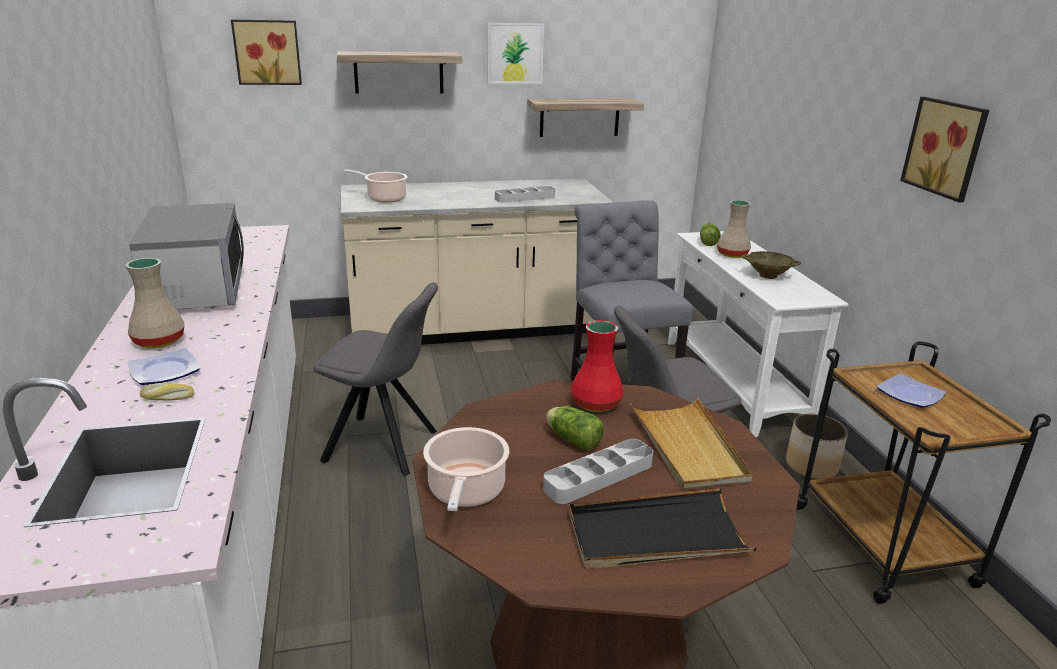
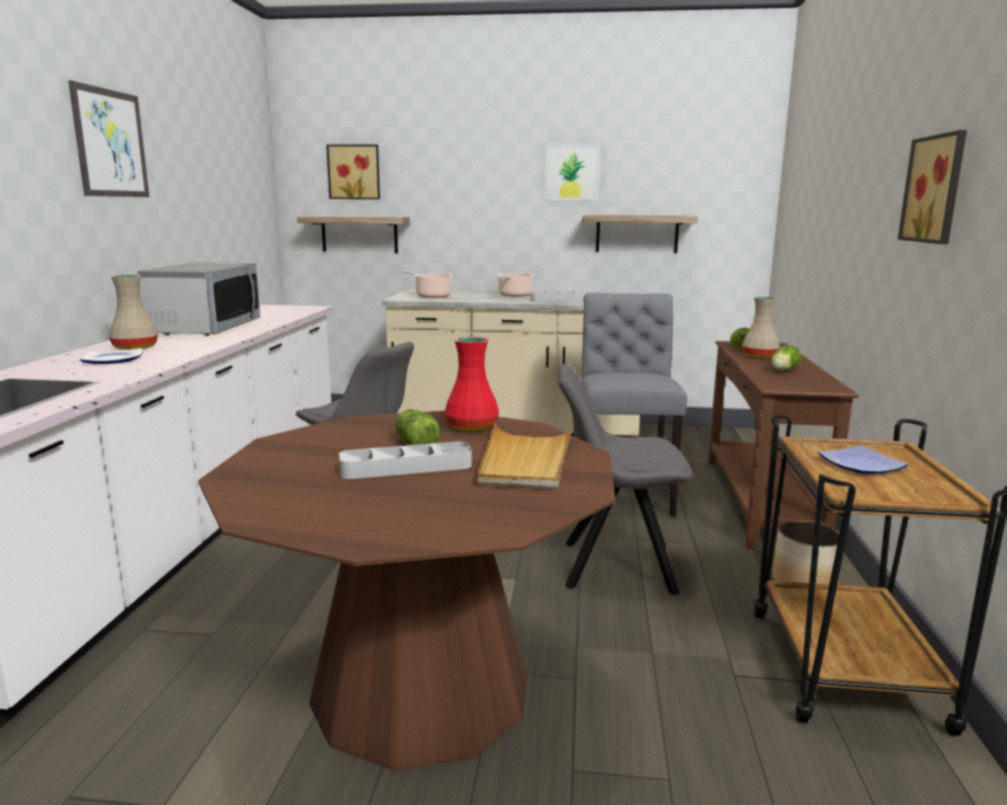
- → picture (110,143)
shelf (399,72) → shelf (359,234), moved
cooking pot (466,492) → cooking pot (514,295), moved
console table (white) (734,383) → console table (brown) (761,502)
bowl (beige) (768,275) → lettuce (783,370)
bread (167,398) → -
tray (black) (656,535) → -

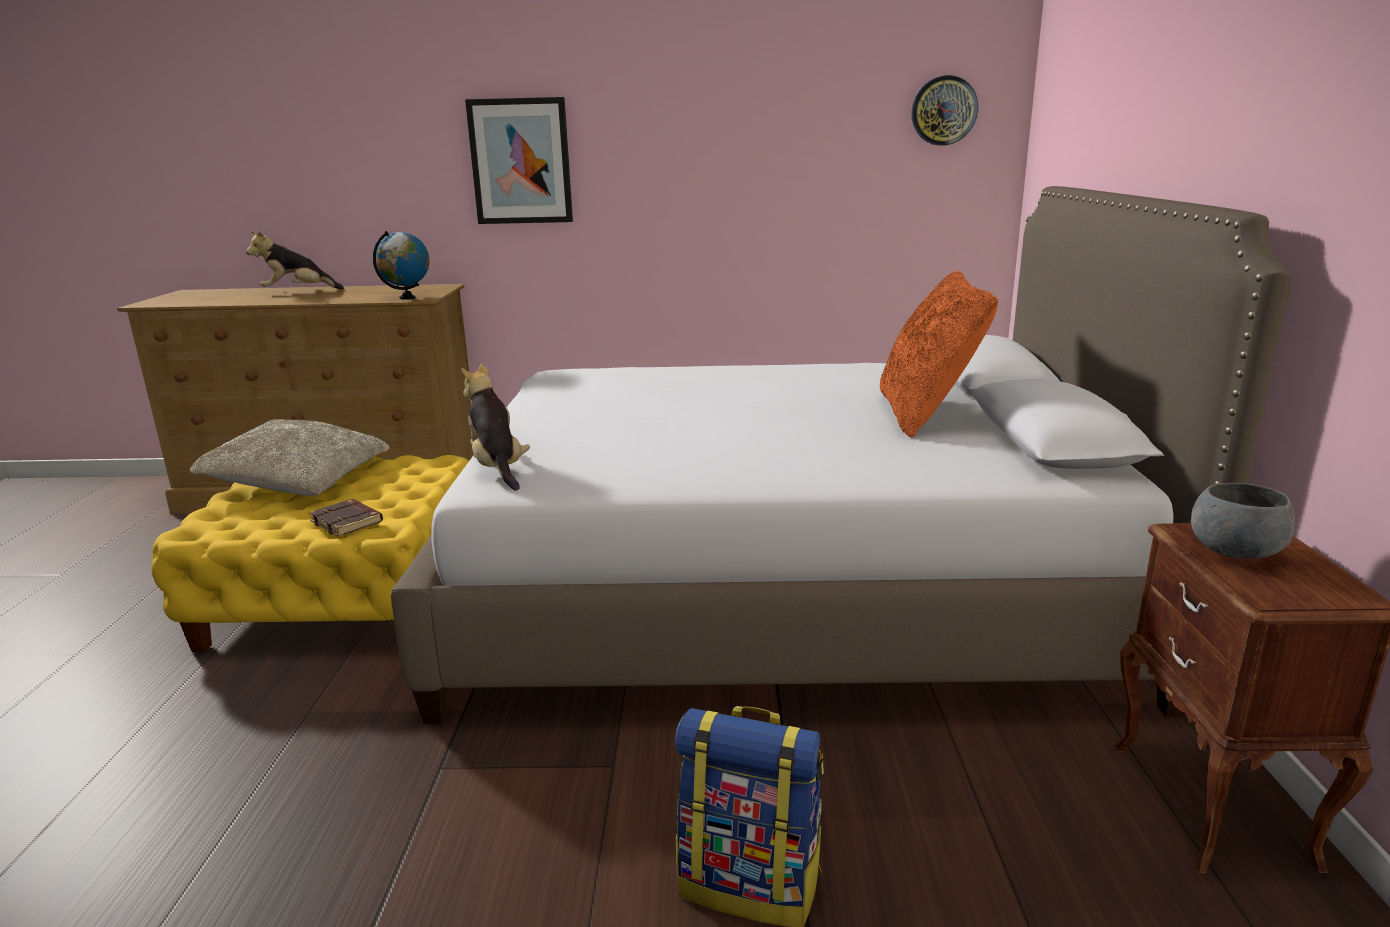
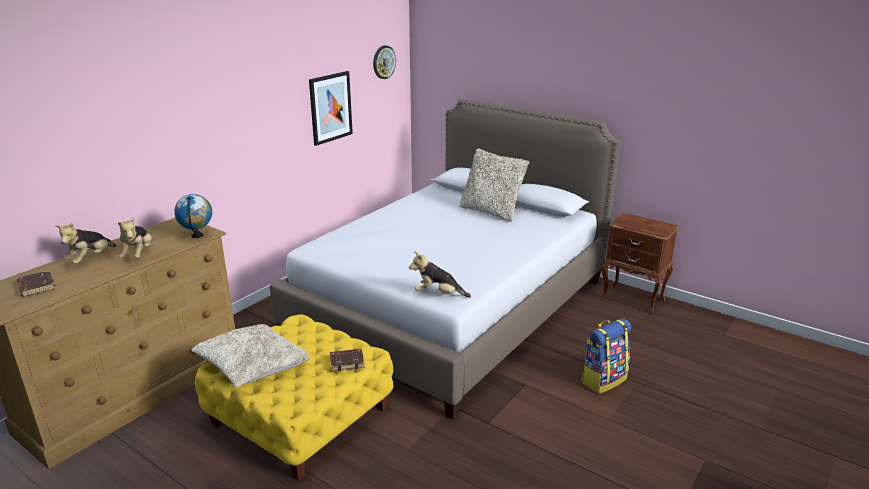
- → book (brown) (36,286)
- → plush toy (138,254)
picture (520,161) → picture (330,107), moved
pillow (orange) (927,414) → pillow (beige) (492,210)
bowl (grey) (1234,551) → -

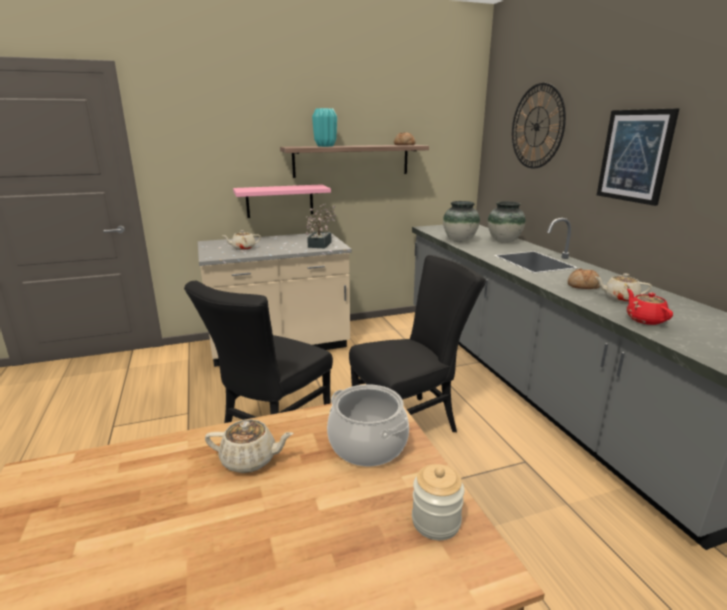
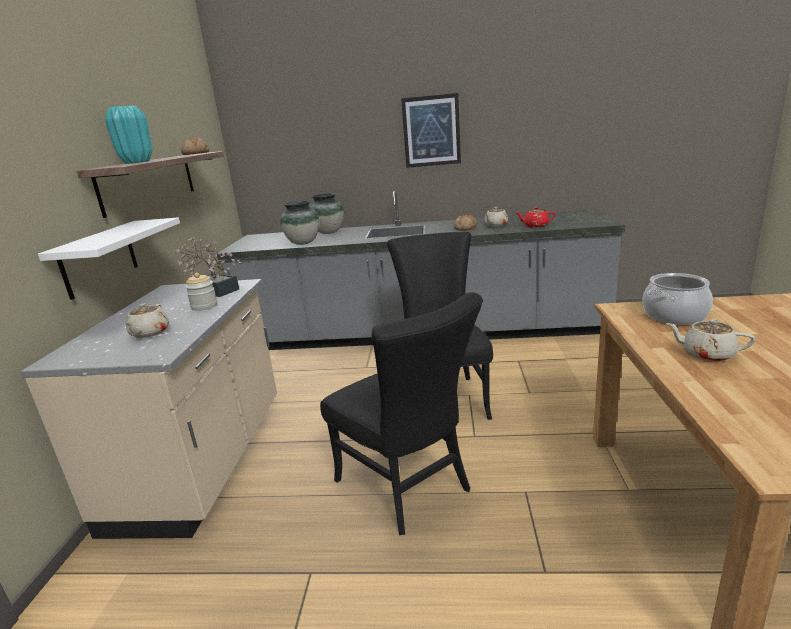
shelf (pink) (280,201) → shelf (white) (99,258)
jar (436,521) → jar (204,306), moved
teapot (beige) (250,460) → teapot (beige) (706,354), 90 degrees counterclockwise
wall clock (537,126) → -

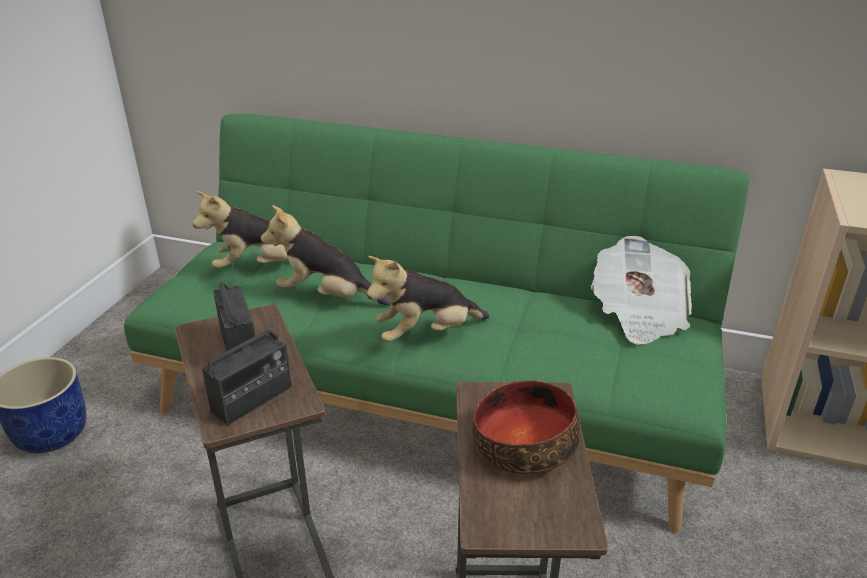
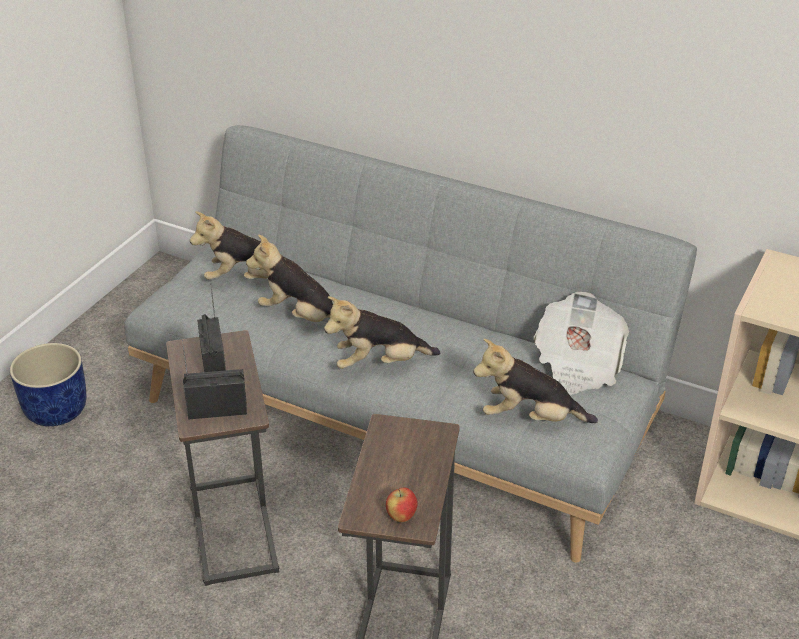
sofa (green) (433,389) → sofa (grey) (399,409)
radio (252,399) → radio (217,409), 150 degrees counterclockwise
- → apple (401,517)
- → plush toy (530,418)
bowl (524,443) → -

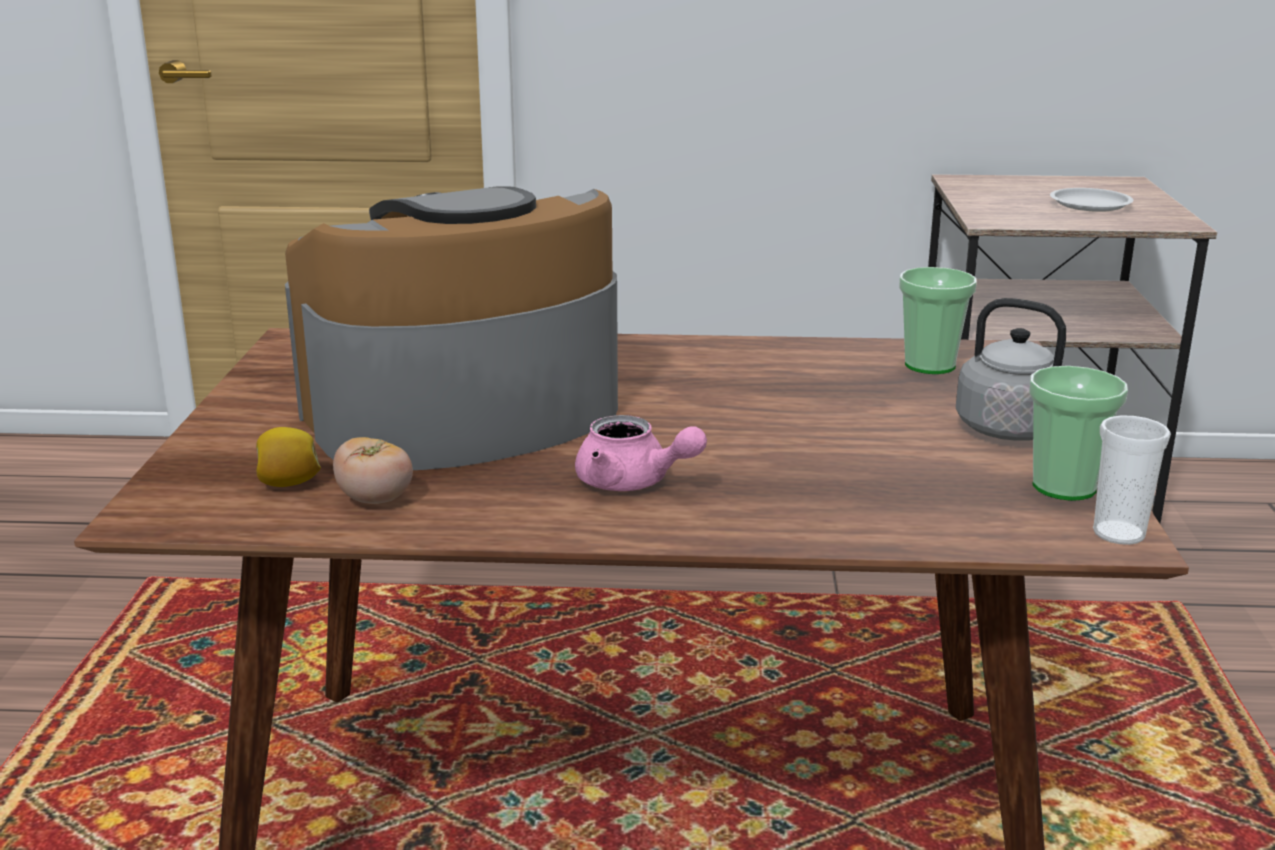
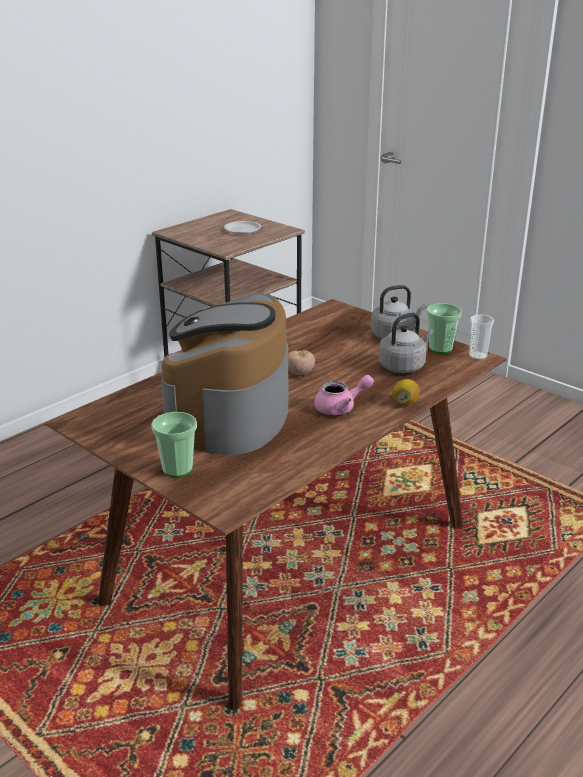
cup (930,365) → cup (177,469), moved
tomato (375,500) → tomato (299,373), moved
- → kettle (grey) (403,366)
lemon (288,483) → lemon (405,403), moved

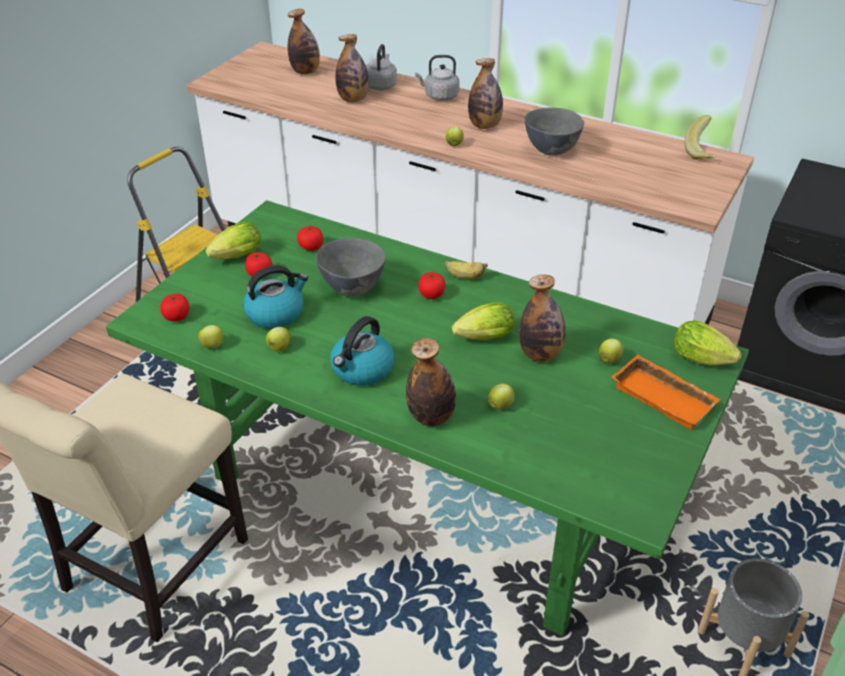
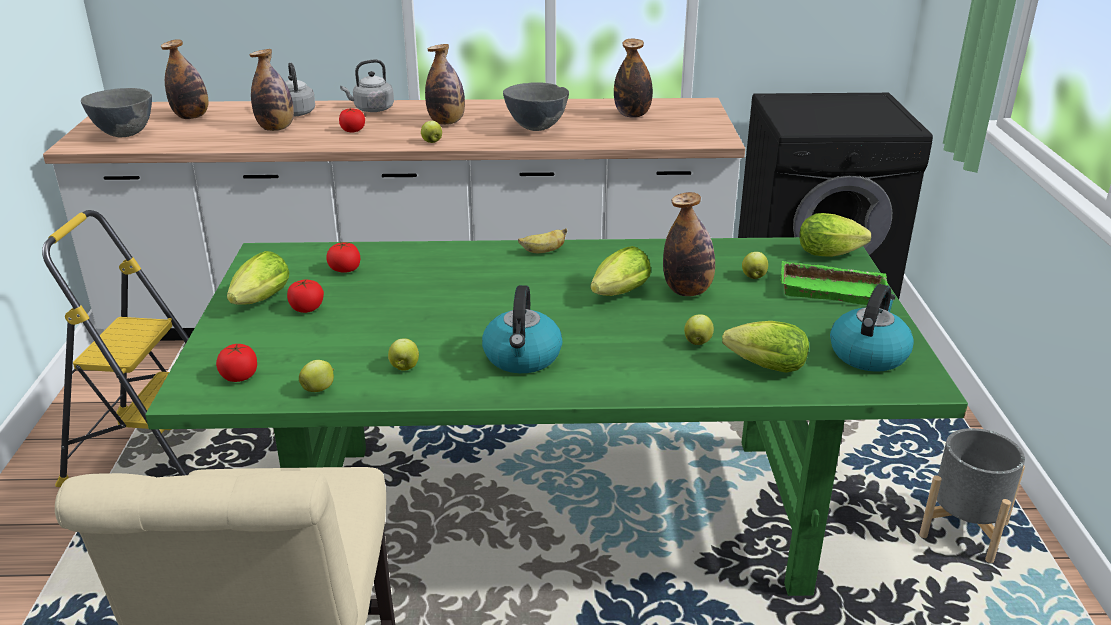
bowl (grey) (353,289) → bowl (grey) (125,134), moved
tomato (431,295) → tomato (353,130), moved
bottle (431,417) → bottle (632,115), moved
- → lettuce (761,366)
tray (orange) (665,397) → tray (green) (833,289)
kettle (276,313) → kettle (868,353), moved
banana (702,151) → -

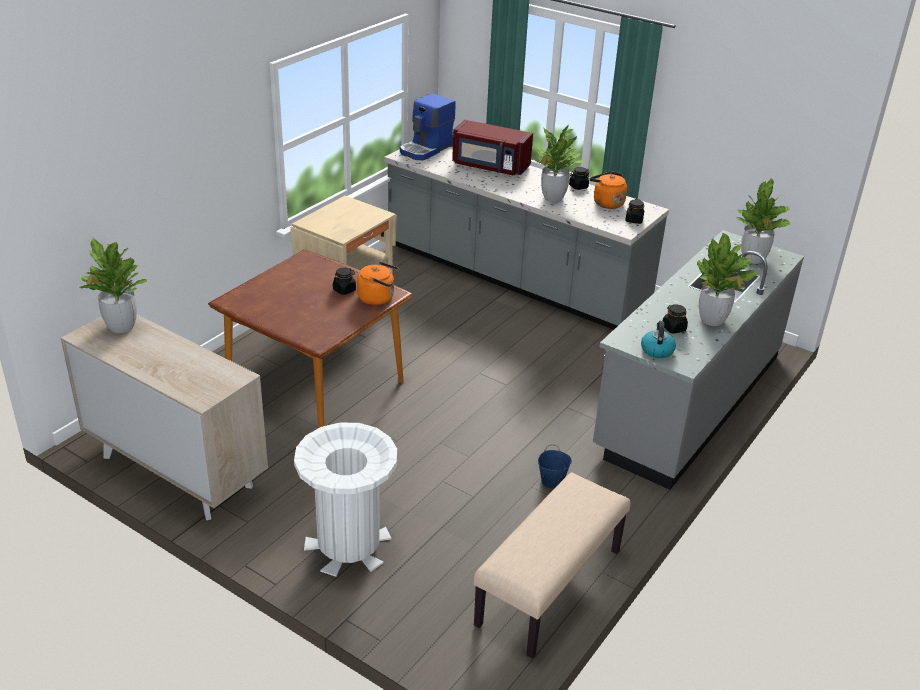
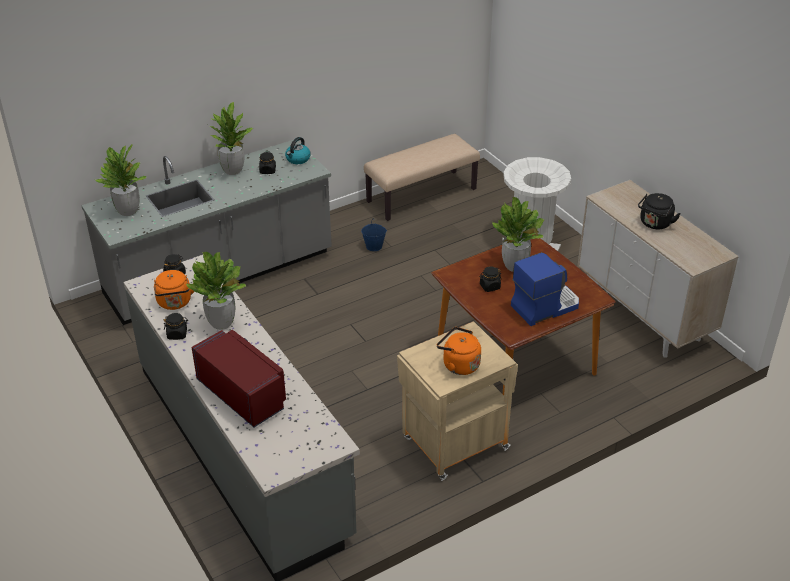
kettle (orange) (378,298) → kettle (orange) (458,364), moved
potted plant (121,327) → potted plant (515,266), moved
coffee machine (427,149) → coffee machine (544,306), moved
- → kettle (black) (655,224)

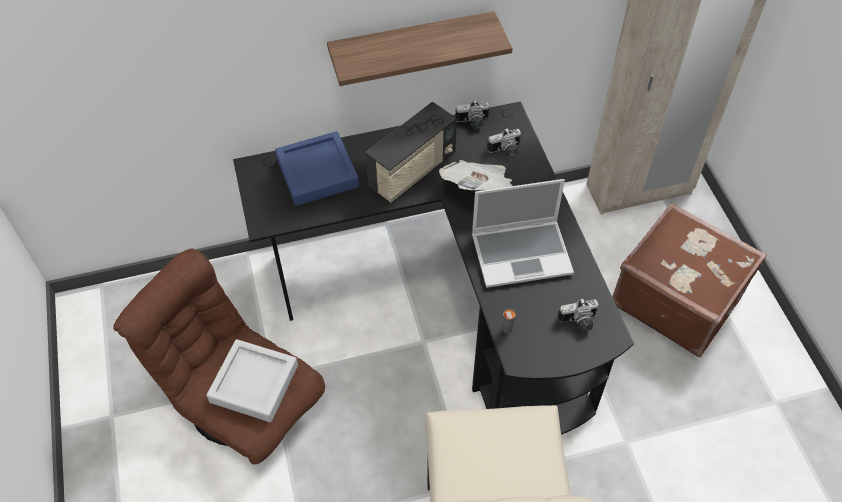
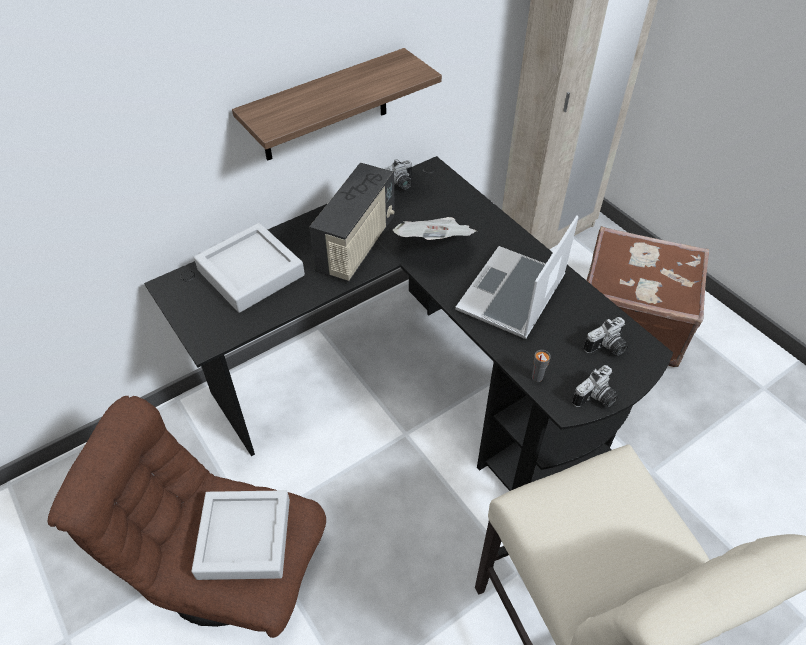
tray (blue) (317,173) → tray (grey) (251,273)
laptop (522,253) → laptop (512,295), 150 degrees clockwise
photo camera (506,151) → photo camera (596,399), moved

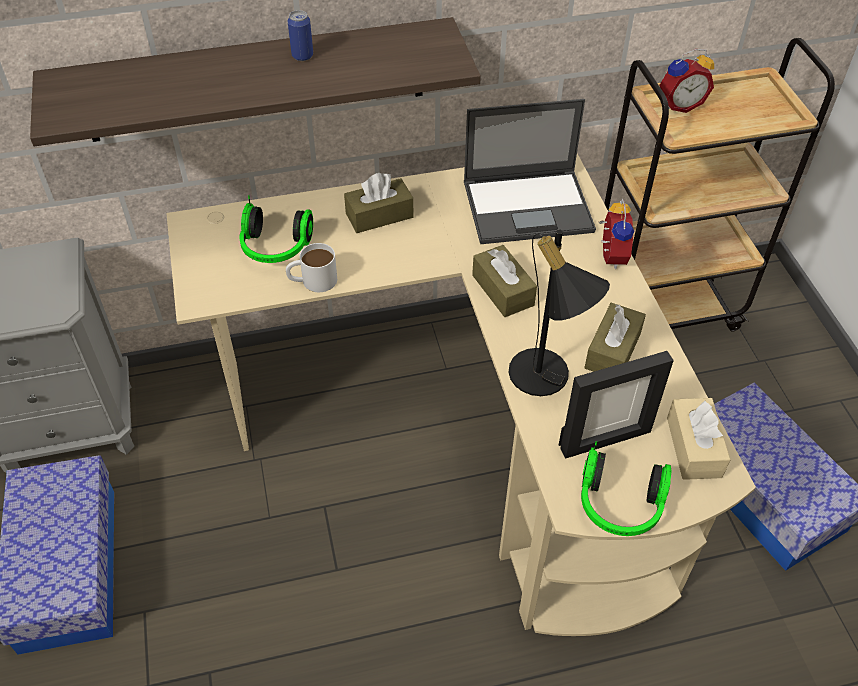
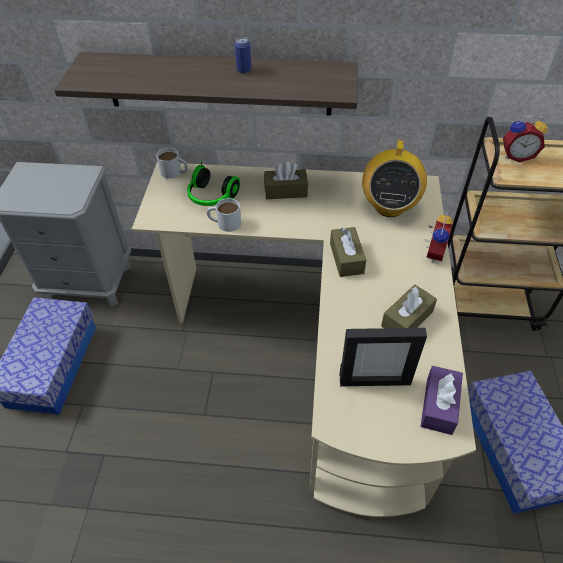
- → mug (white) (175,172)
laptop (529,206) → radio (389,206)
tissue box (beige) (693,447) → tissue box (purple) (439,405)
table lamp (black) (546,380) → -
headphones (619,506) → -

